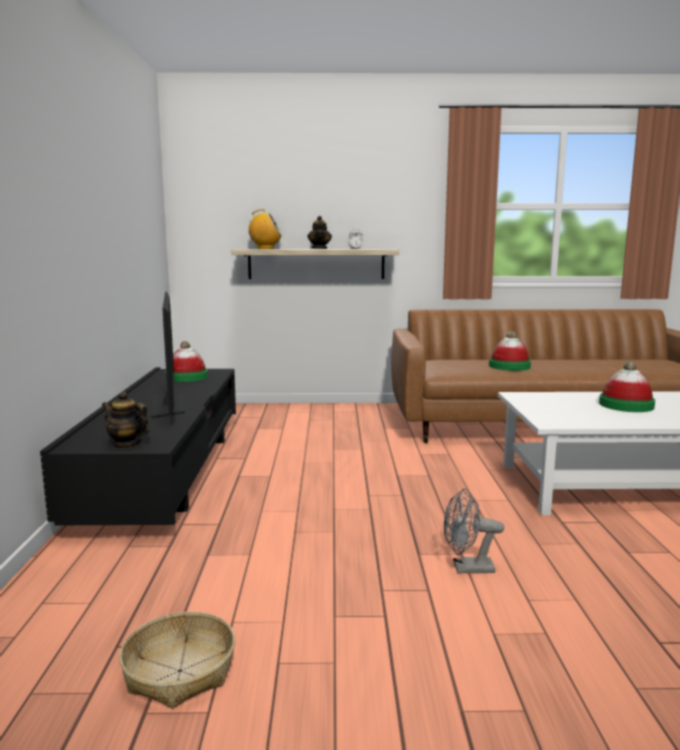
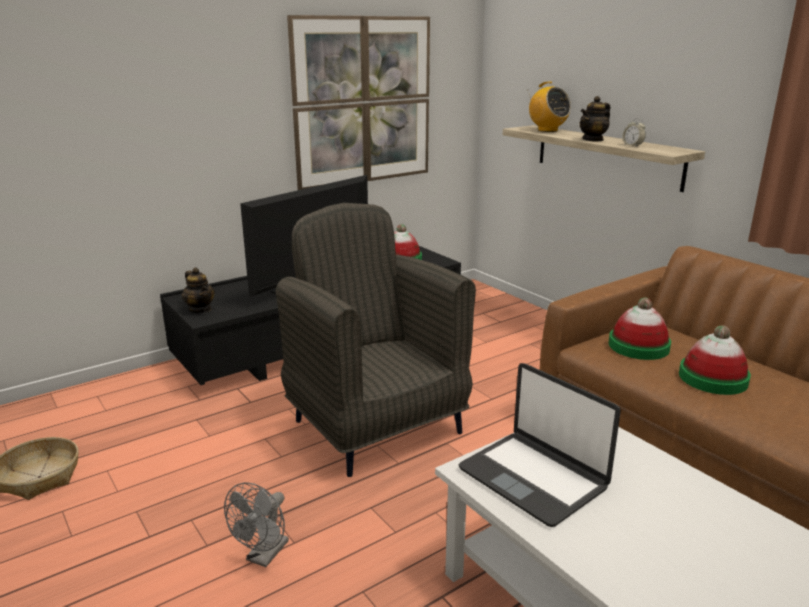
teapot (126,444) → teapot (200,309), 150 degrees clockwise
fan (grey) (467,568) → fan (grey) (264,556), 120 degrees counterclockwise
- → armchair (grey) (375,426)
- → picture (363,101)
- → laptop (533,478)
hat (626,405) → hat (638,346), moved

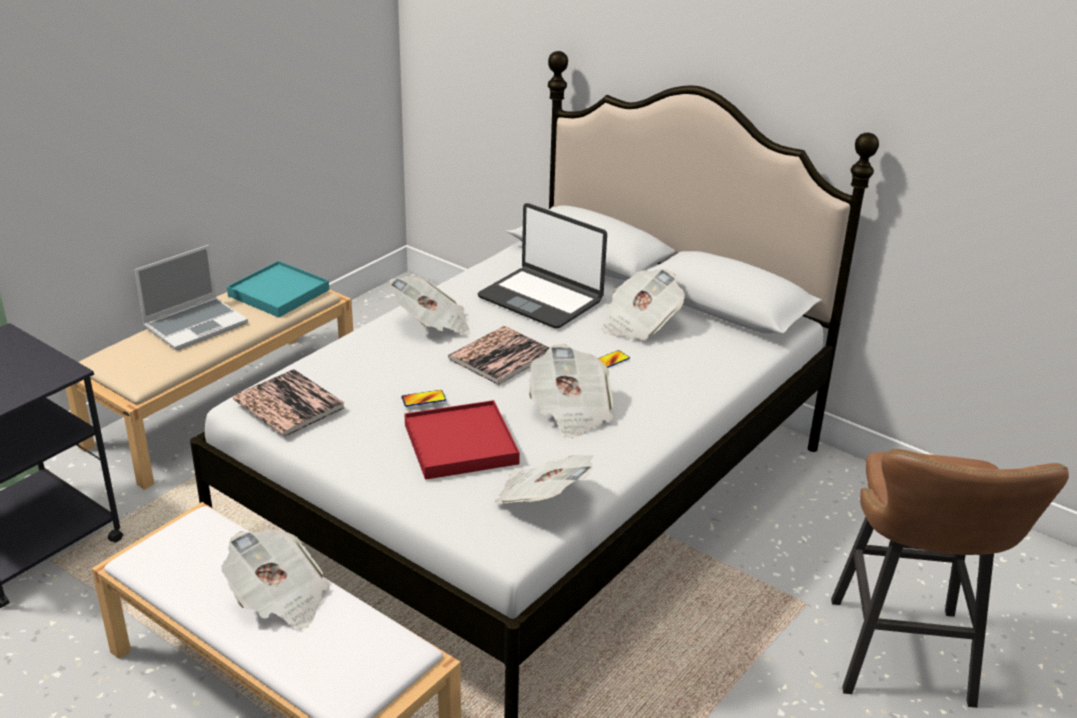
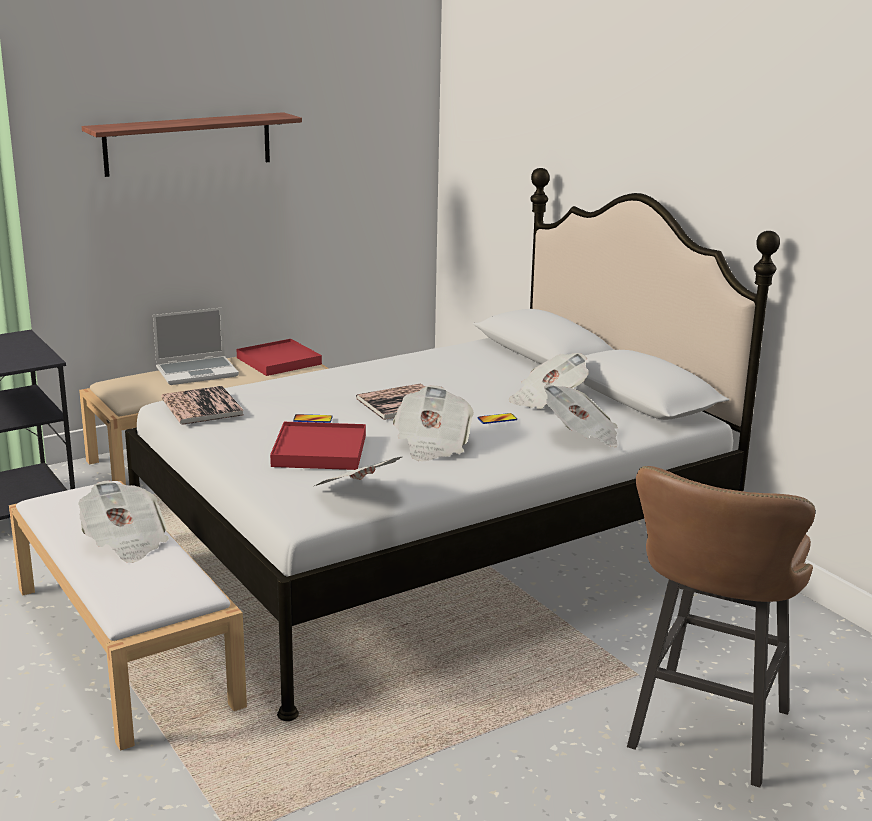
- → shelf (188,144)
tray (turquoise) (279,293) → tray (red) (279,361)
newspaper (432,324) → newspaper (582,436), moved
laptop (541,299) → -

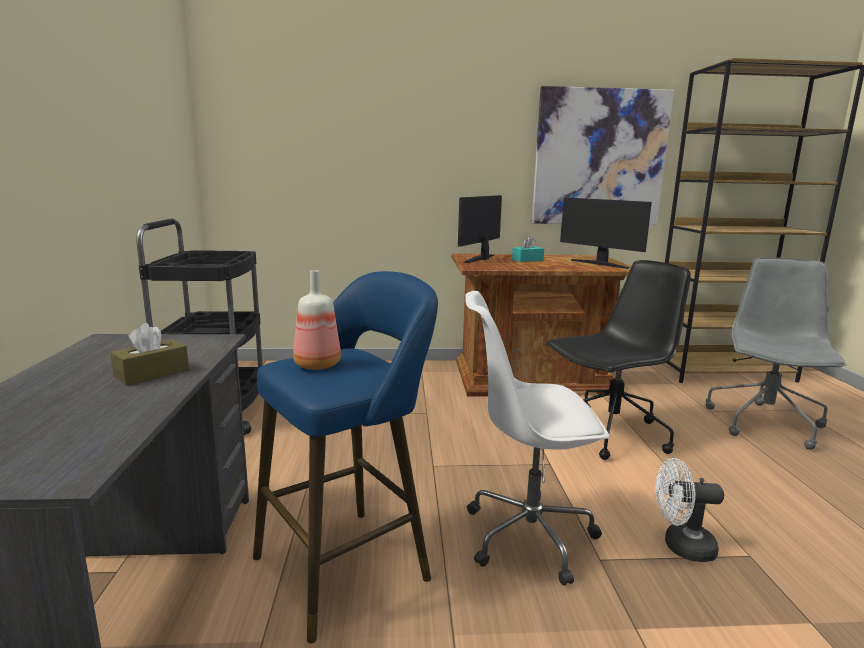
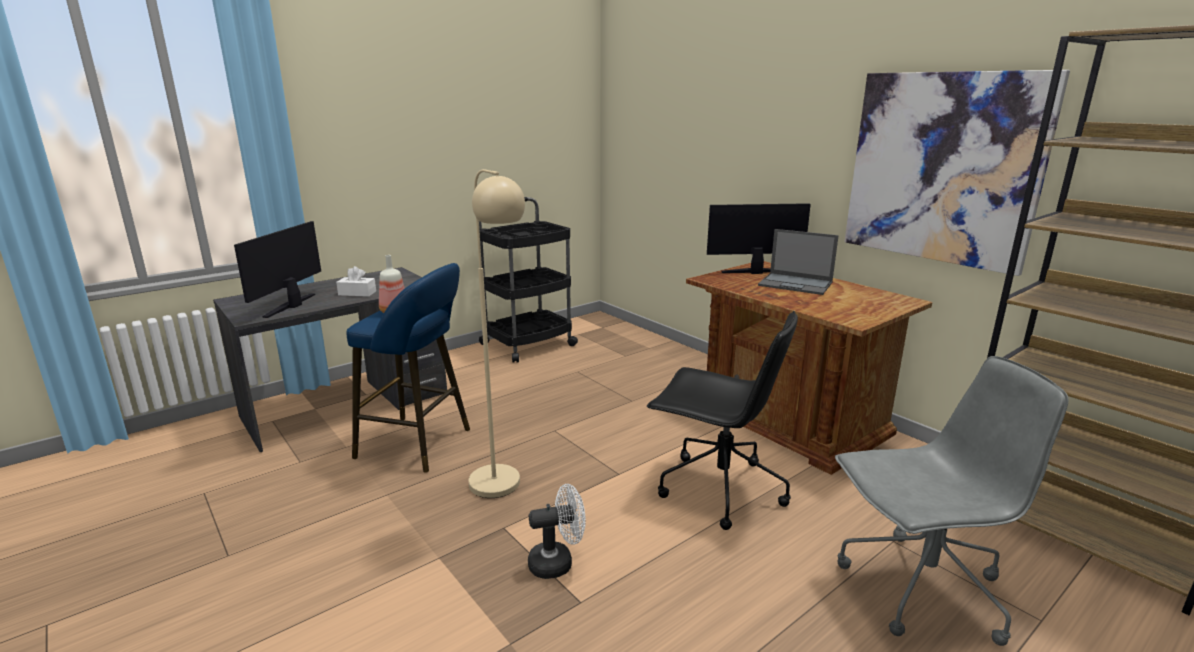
monitor (600,264) → monitor (292,305), moved
tissue box (brown) (152,373) → tissue box (white) (357,293)
office chair (white) (525,536) → floor lamp (beige) (502,491)
fan (white) (681,546) → fan (white) (558,562), 105 degrees clockwise
tissue box (turquoise) (527,260) → laptop (796,284)

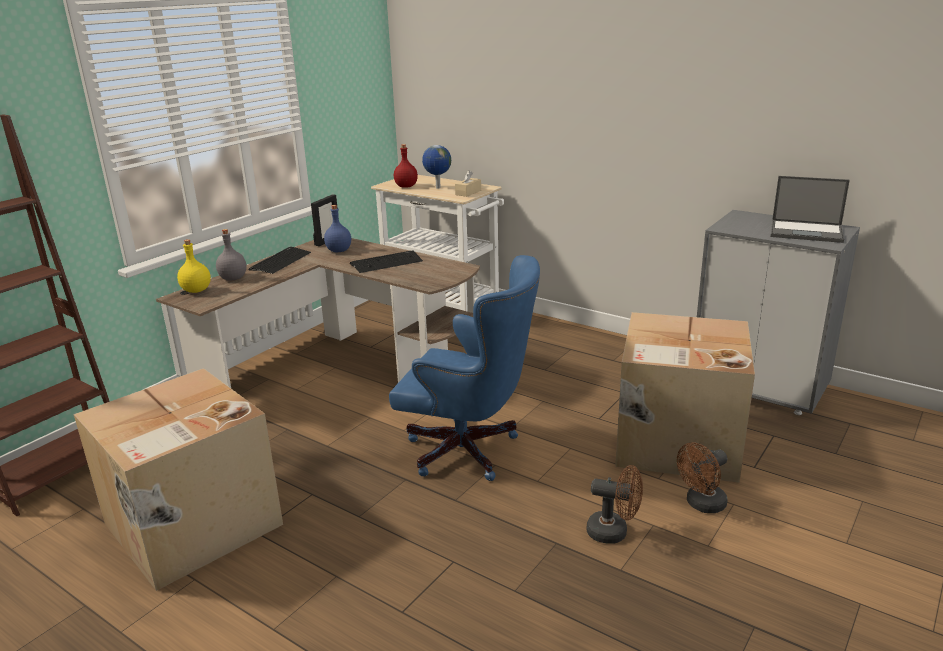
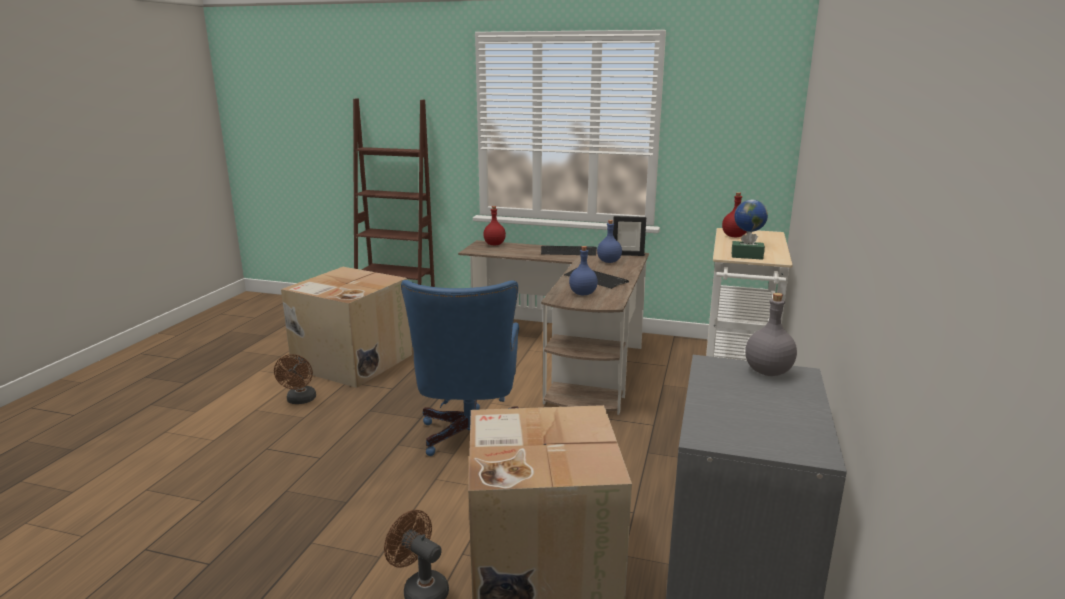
fan (brown) (614,532) → fan (brown) (300,401), moved
bottle (yellow) (196,290) → bottle (red) (494,244)
- → bottle (blue) (582,293)
tissue box (beige) (468,192) → tissue box (green) (747,256)
bottle (grey) (232,278) → bottle (grey) (767,371), moved
laptop (807,232) → -

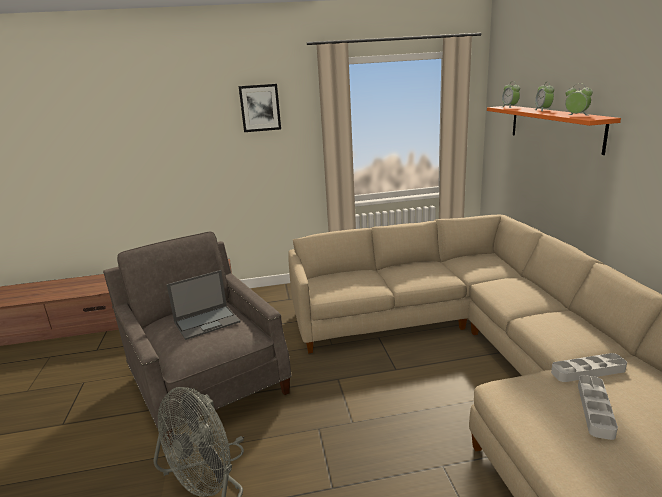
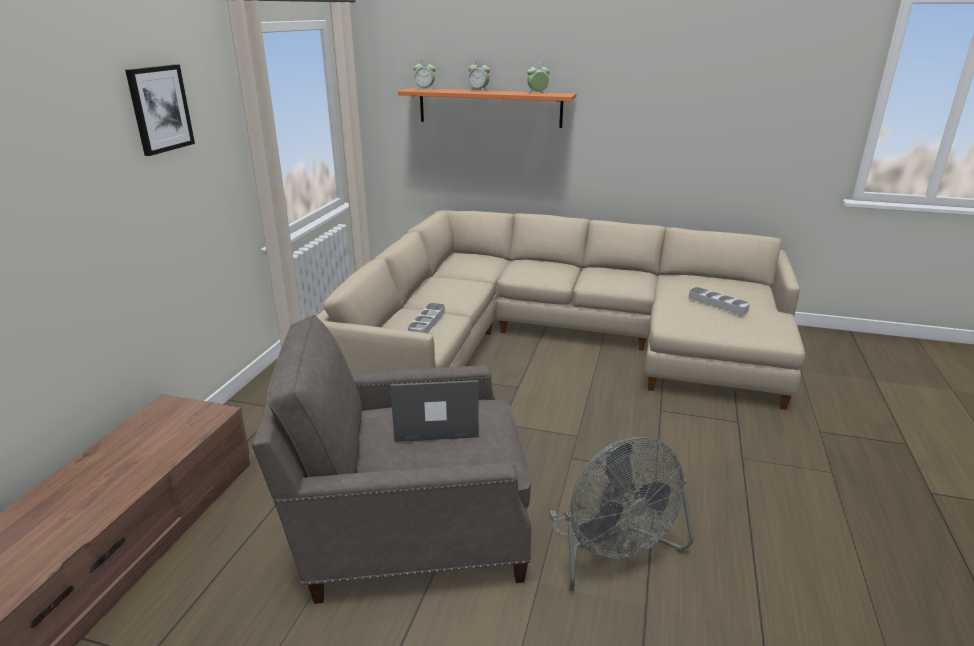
laptop (207,322) → laptop (434,422), 90 degrees counterclockwise
tray (grey) (588,371) → tray (grey) (427,323), moved

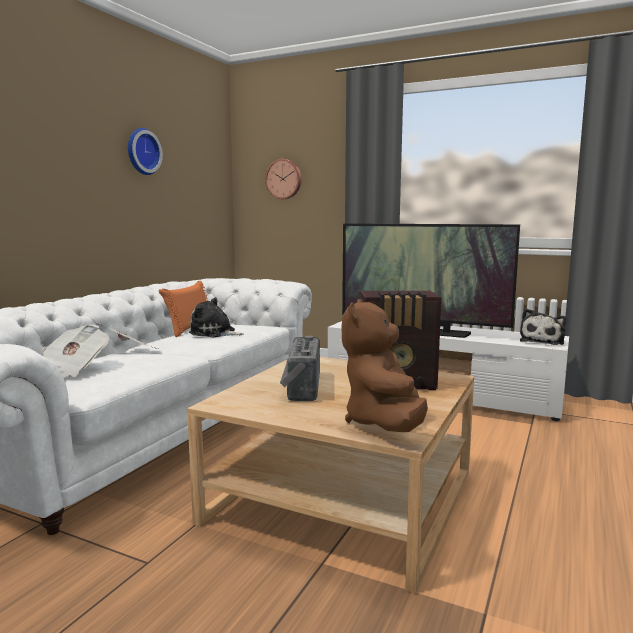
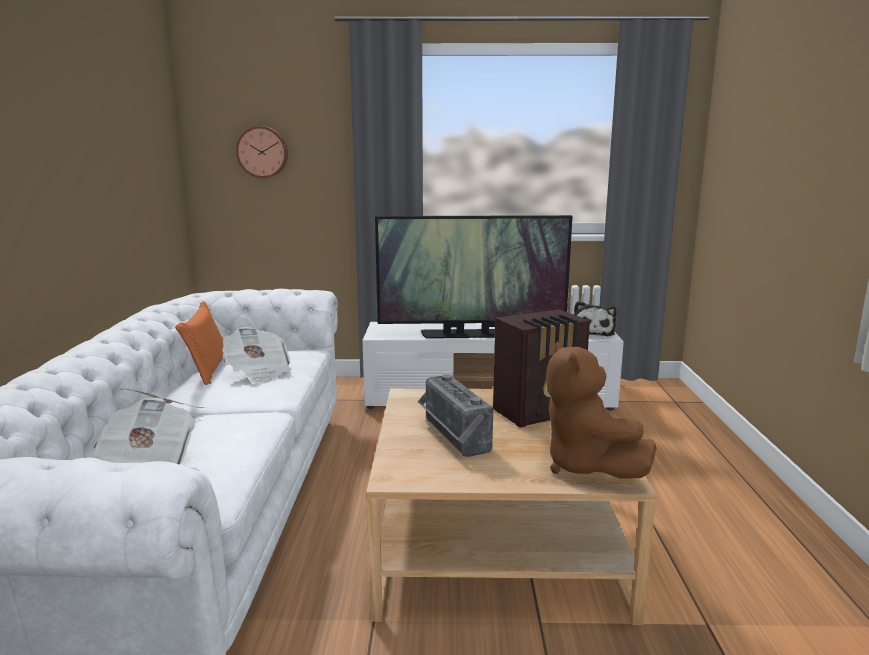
plush toy (214,333) → newspaper (258,372)
wall clock (141,152) → -

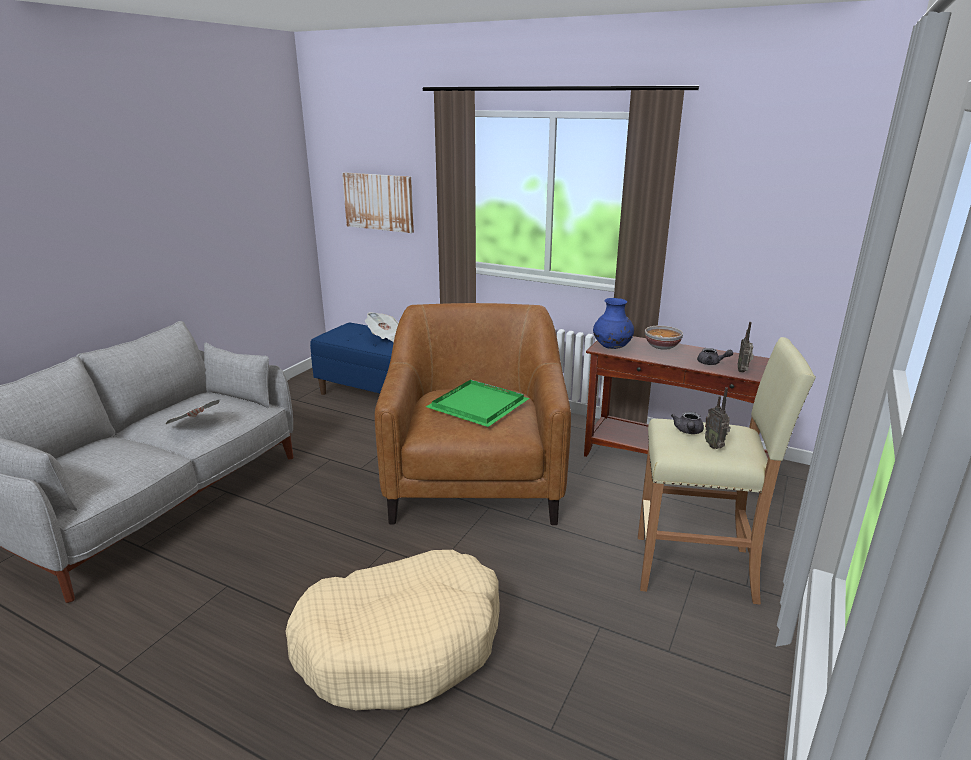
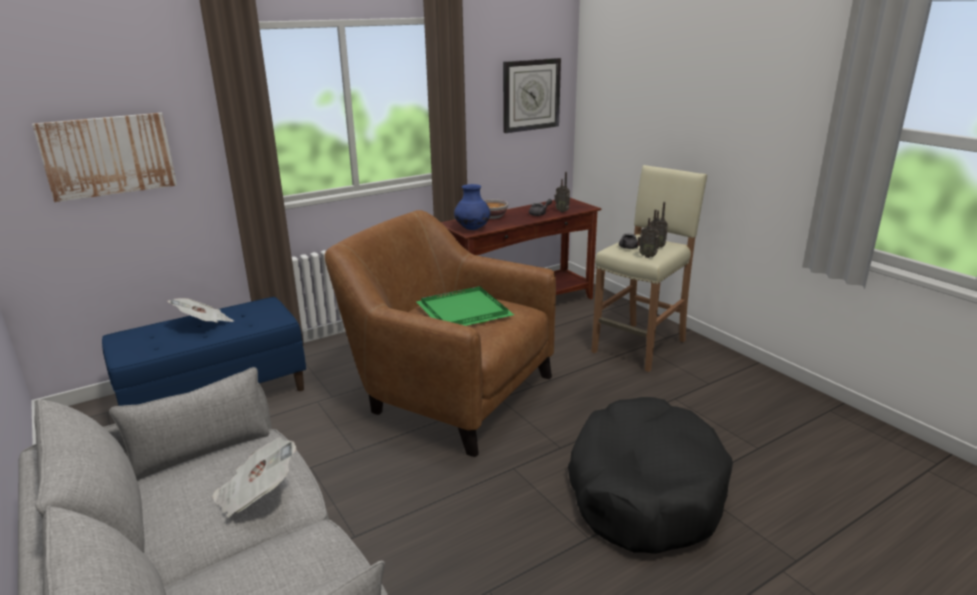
- → wall clock (531,95)
dog bed (beige) (401,643) → dog bed (black) (644,490)
- → radio (647,256)

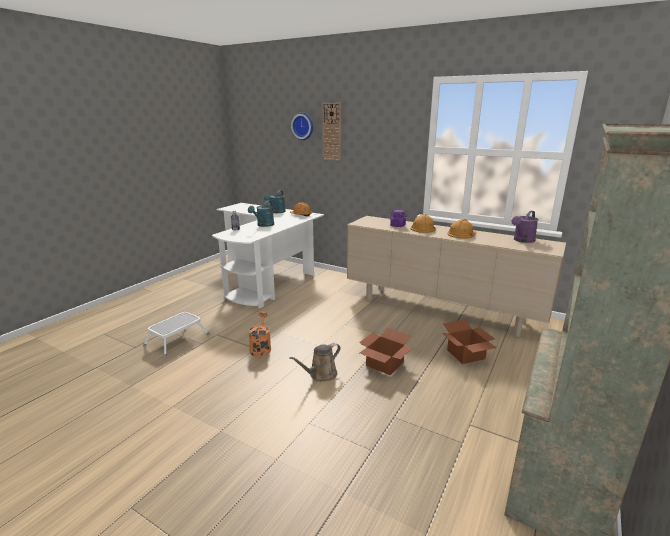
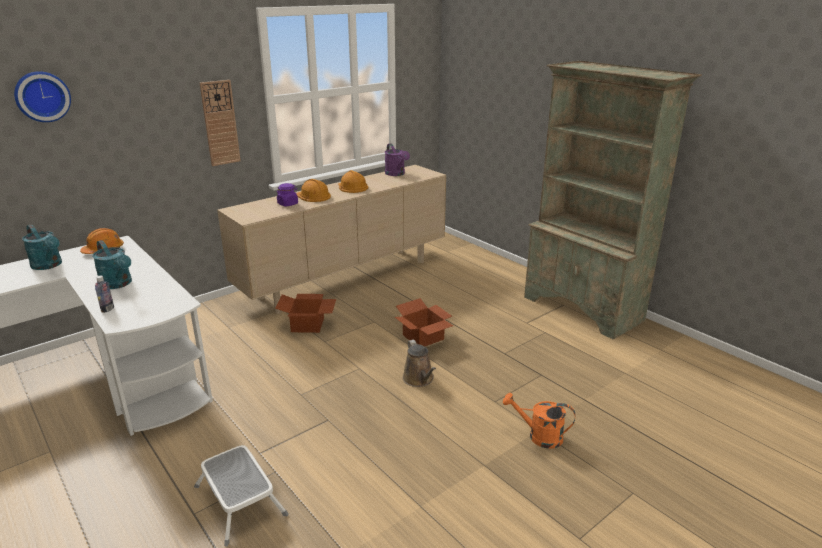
wall clock (332,132) → wall clock (220,123), moved
cardboard box (466,355) → cardboard box (308,325), moved
watering can (orange) (261,347) → watering can (orange) (539,436), moved

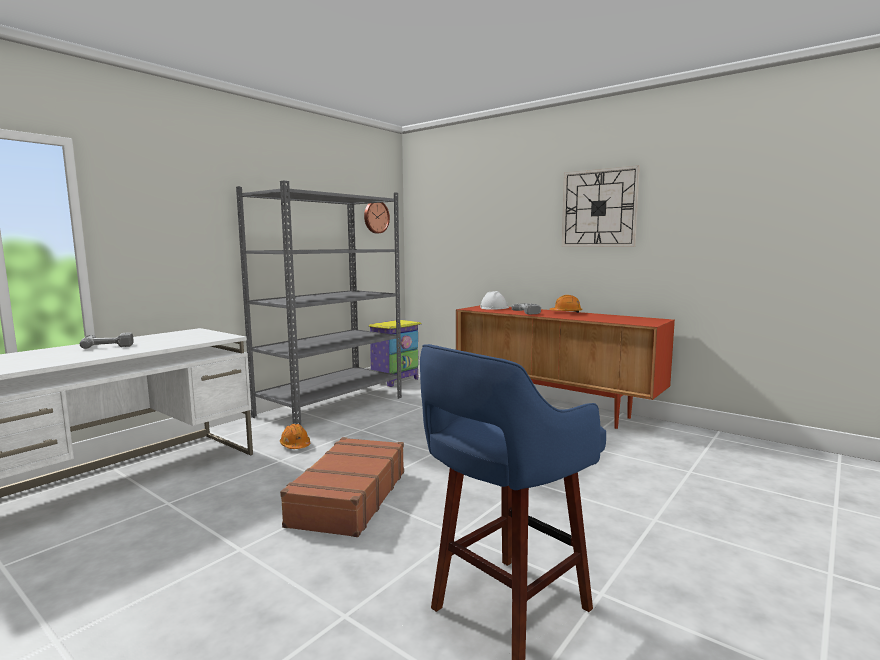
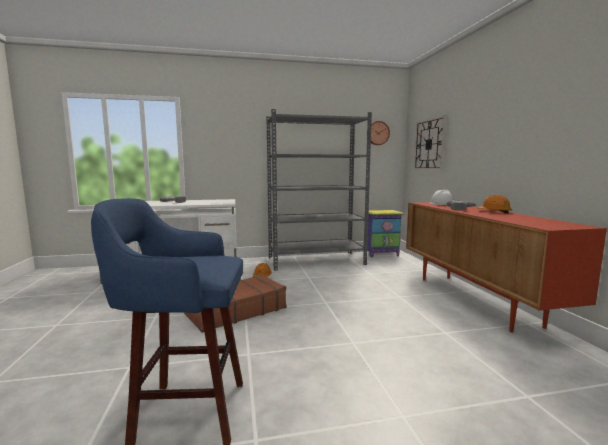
wall clock (599,208) → wall clock (429,144), moved

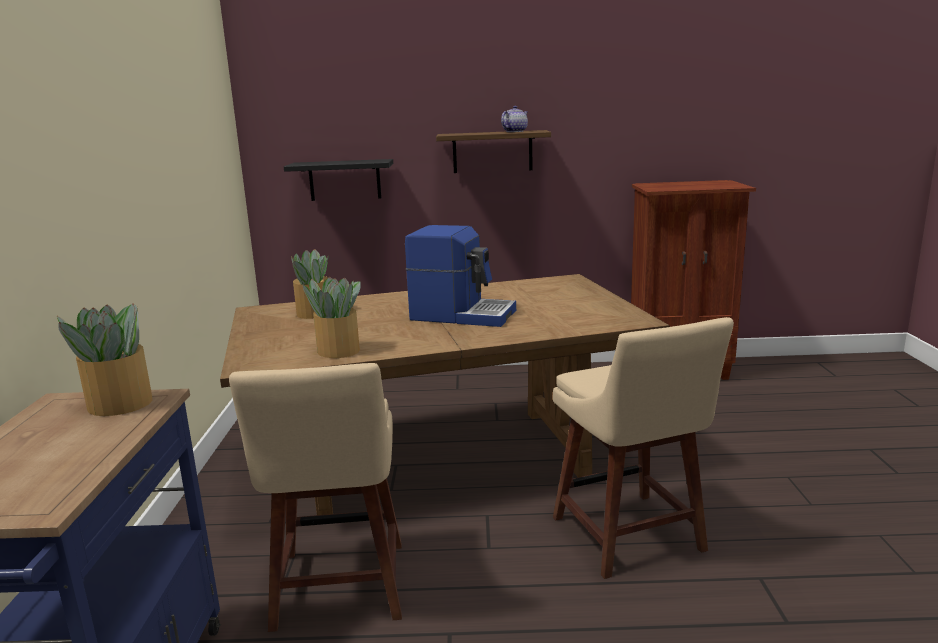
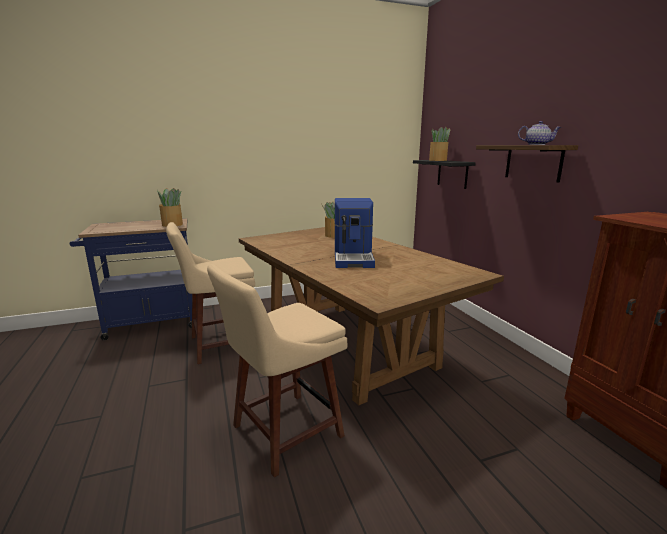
potted plant (337,350) → potted plant (438,160), moved

